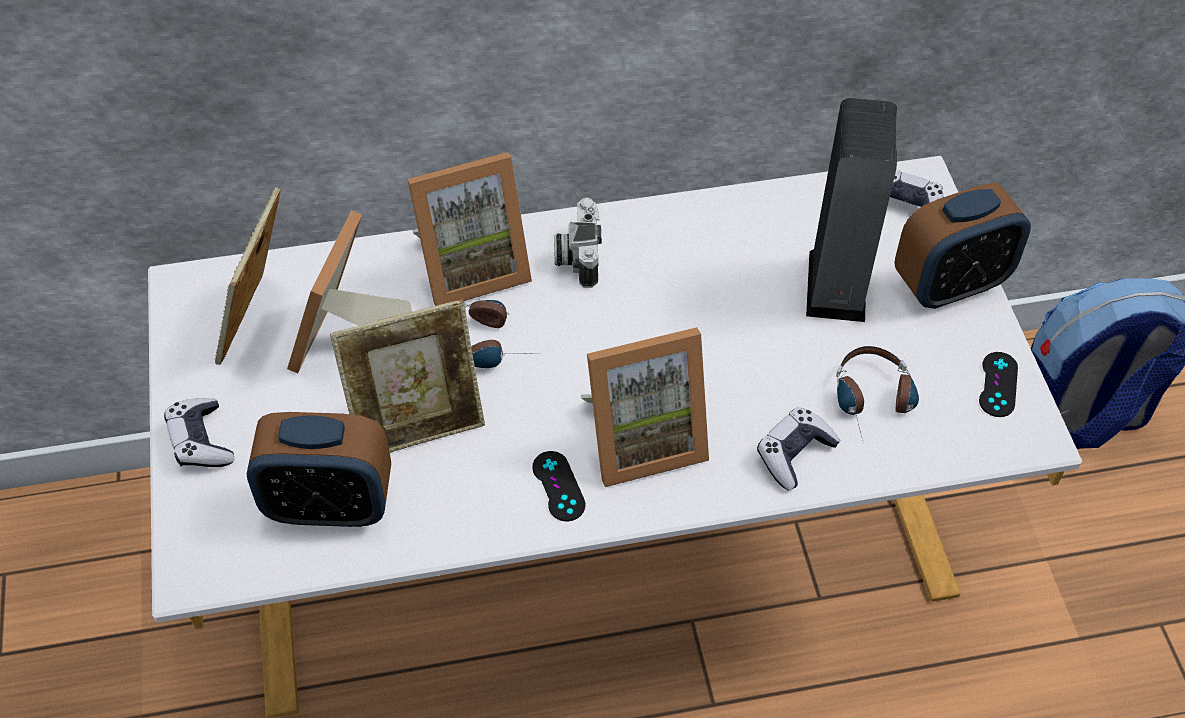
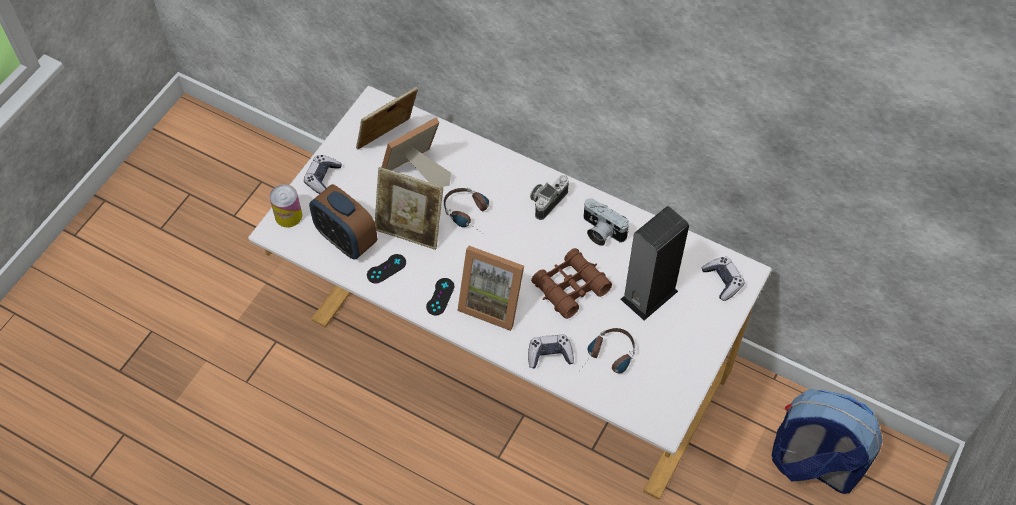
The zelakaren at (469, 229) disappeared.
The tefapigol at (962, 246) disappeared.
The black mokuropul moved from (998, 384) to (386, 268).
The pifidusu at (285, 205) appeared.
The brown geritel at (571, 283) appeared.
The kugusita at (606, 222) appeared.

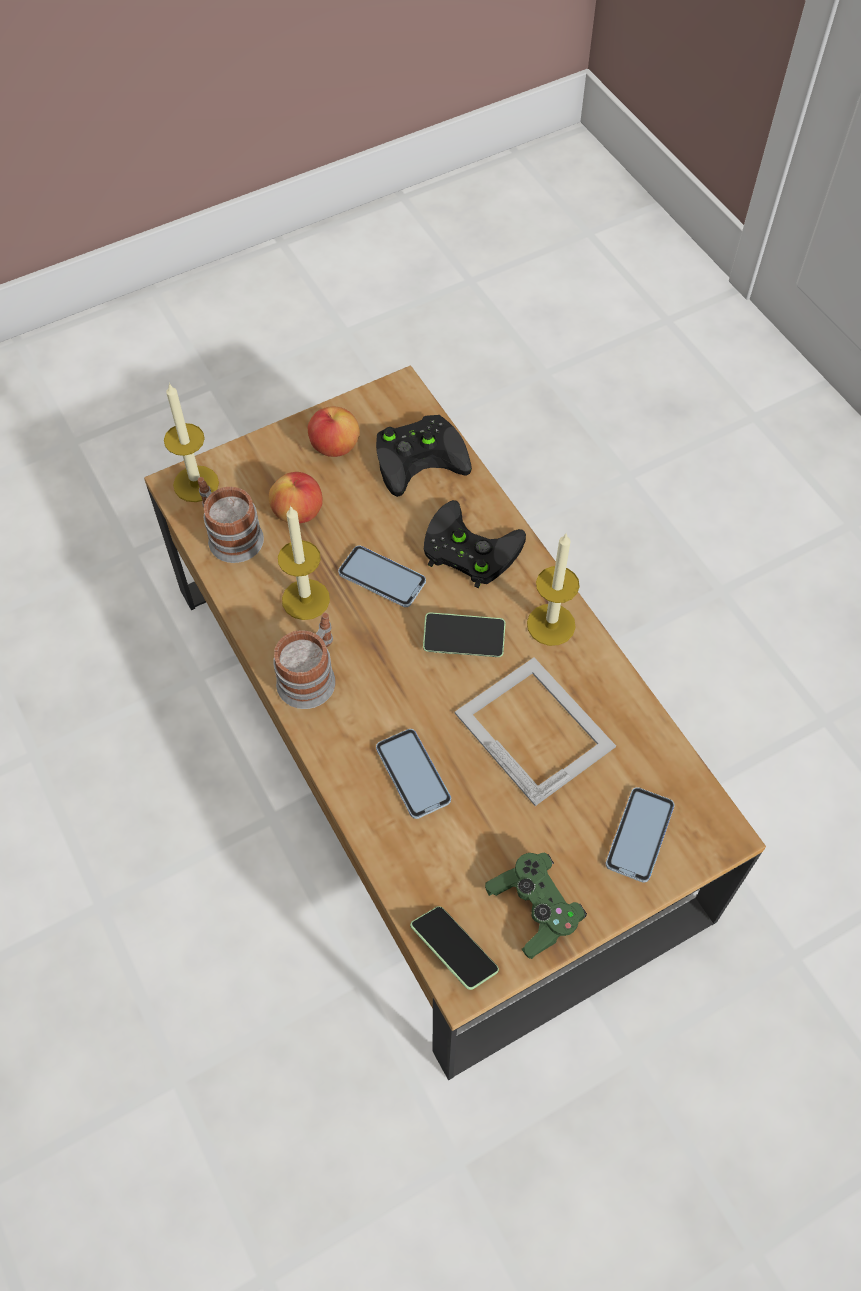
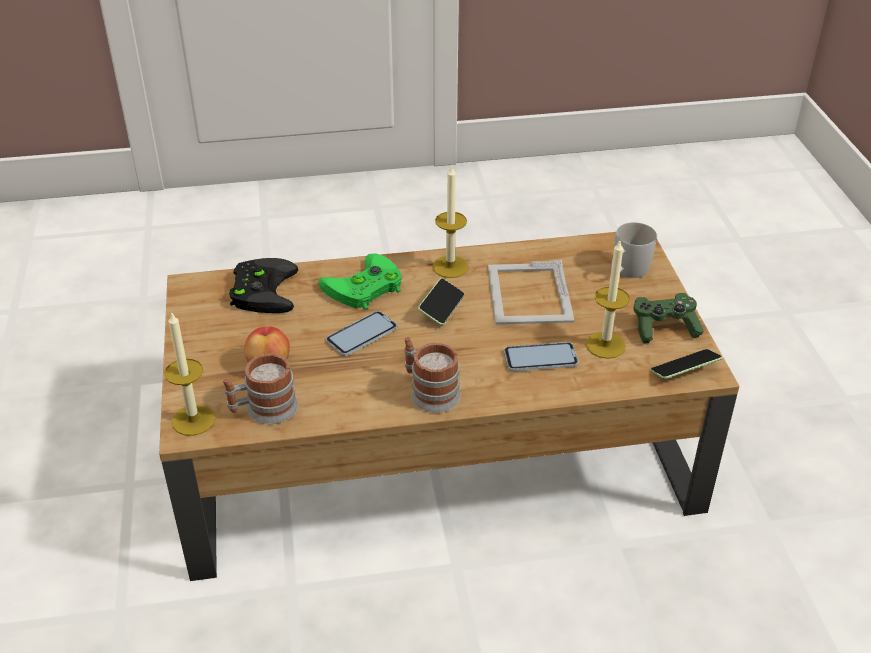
The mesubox moved from (304, 562) to (608, 300).
The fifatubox at (334, 431) disappeared.
The black mokuropul at (475, 544) became the green mokuropul at (360, 281).
The zelakaren at (535, 732) turned 75 degrees counterclockwise.
The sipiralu at (640, 835) was replaced by the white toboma at (634, 250).

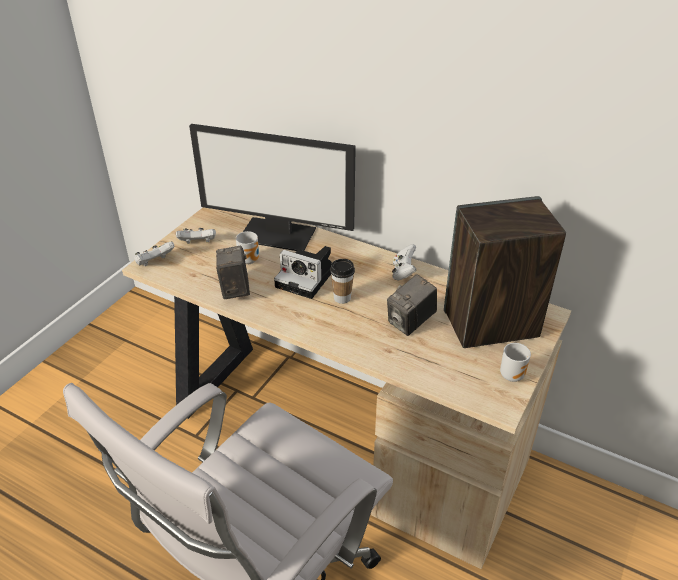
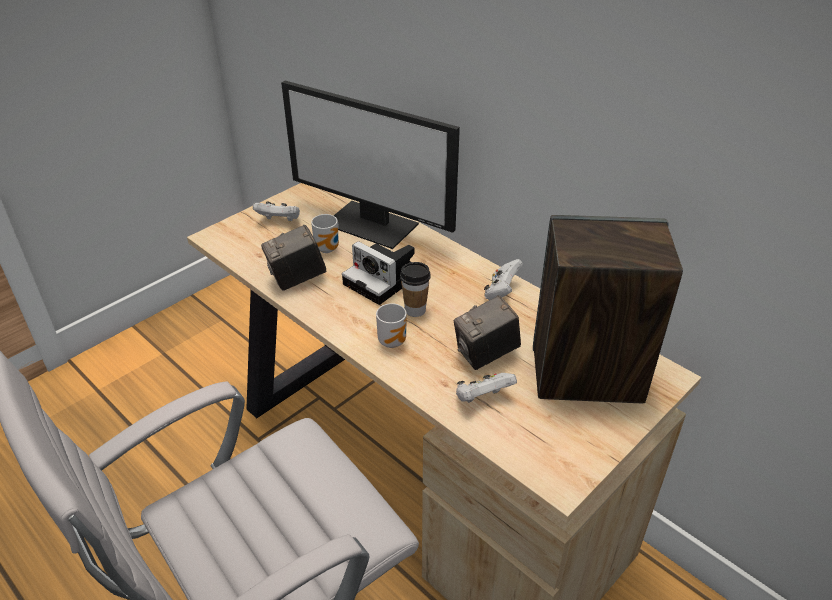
The white mokuropul moved from (155, 254) to (486, 388).
The kugusita at (233, 272) turned 120 degrees counterclockwise.
The toboma moved from (515, 362) to (391, 325).

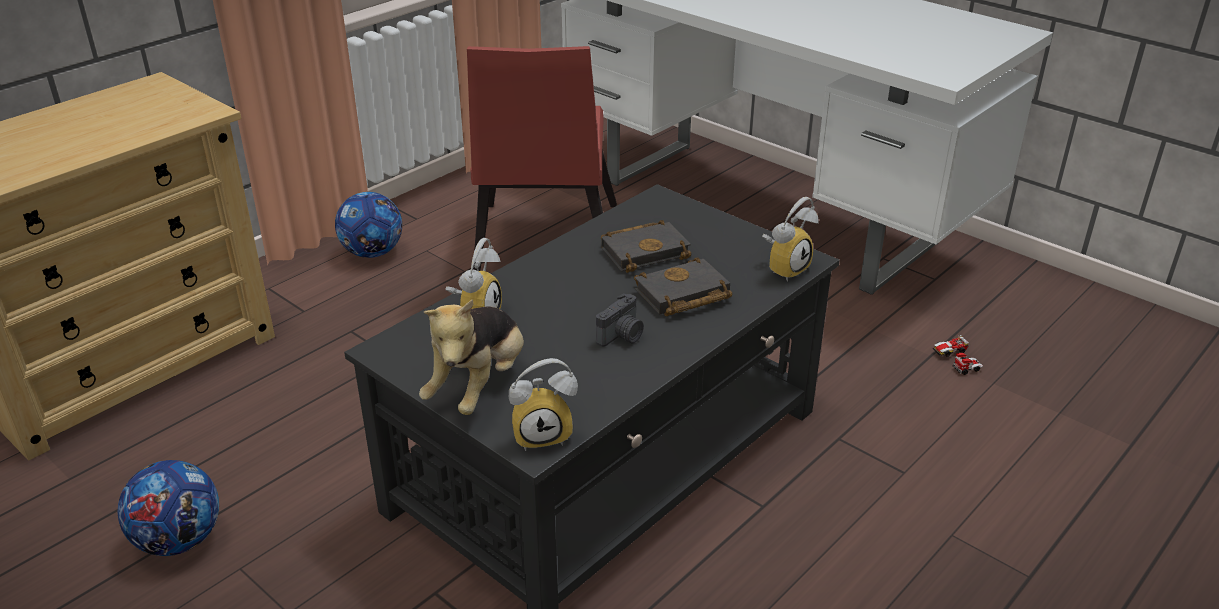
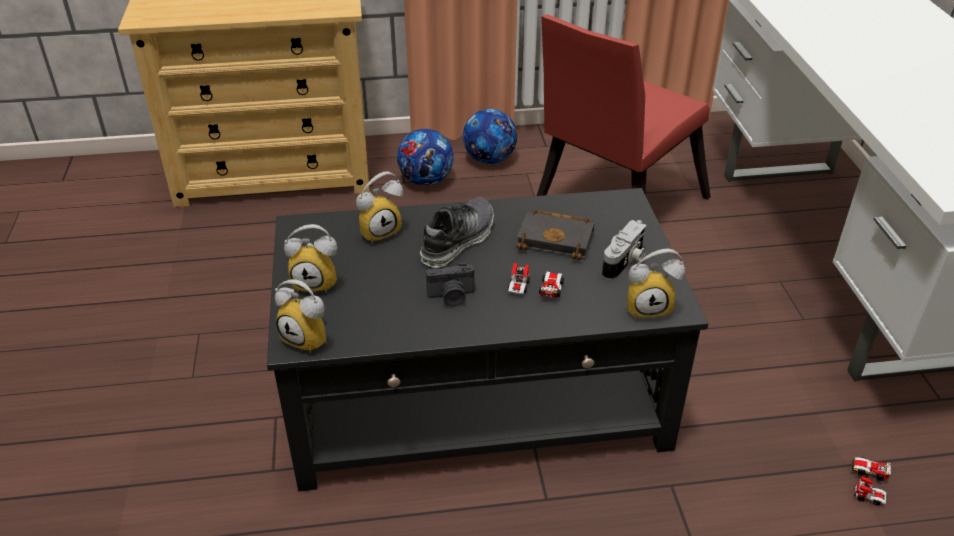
The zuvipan moved from (168, 508) to (425, 157).
The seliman at (471, 357) was replaced by the tefapigol at (311, 258).
The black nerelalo at (683, 286) was replaced by the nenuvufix at (536, 280).
The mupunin at (457, 232) appeared.
The kugusita at (624, 250) appeared.

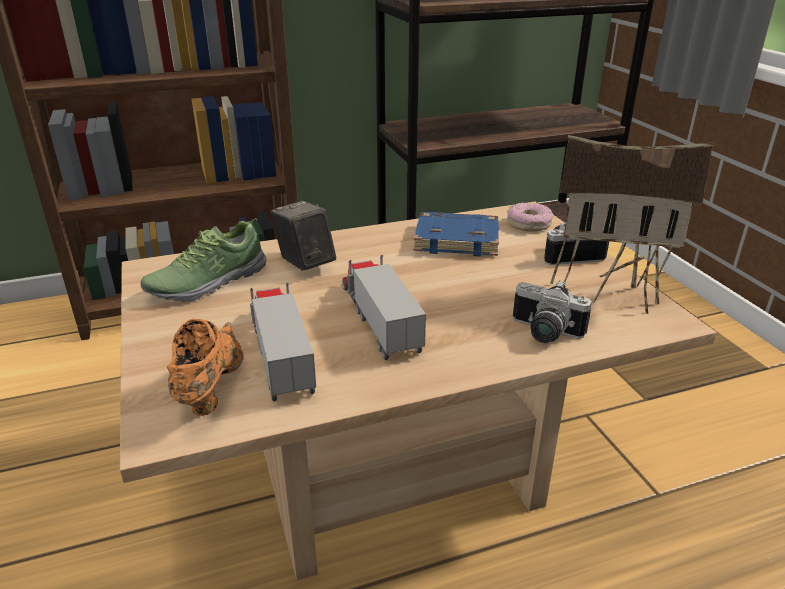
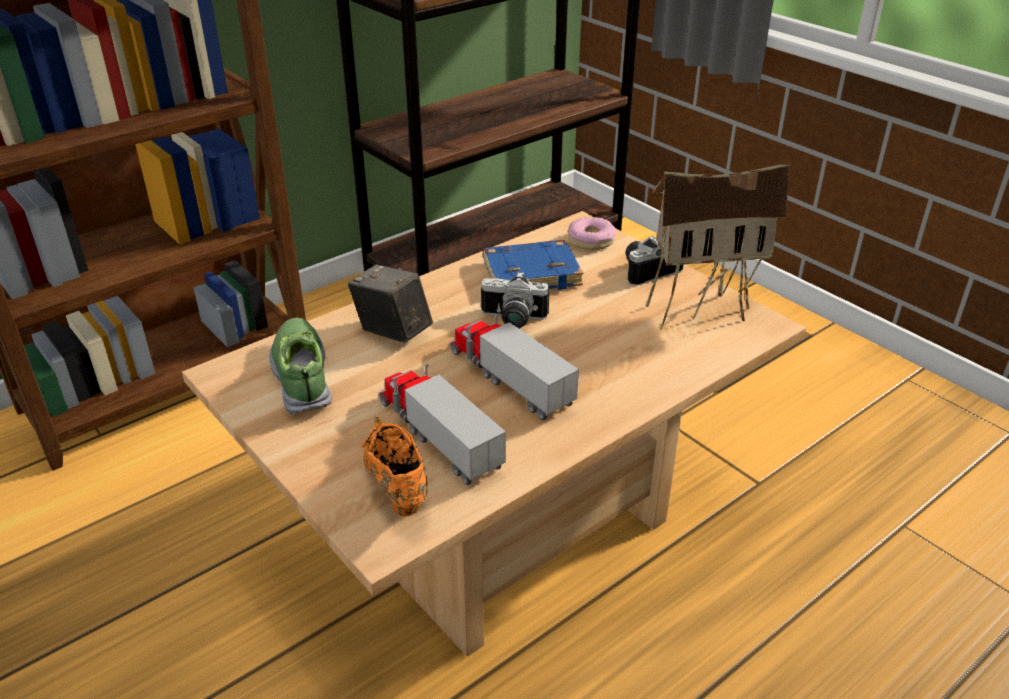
The mupunin at (203, 260) turned 135 degrees clockwise.
The kugusita moved from (552, 311) to (515, 300).

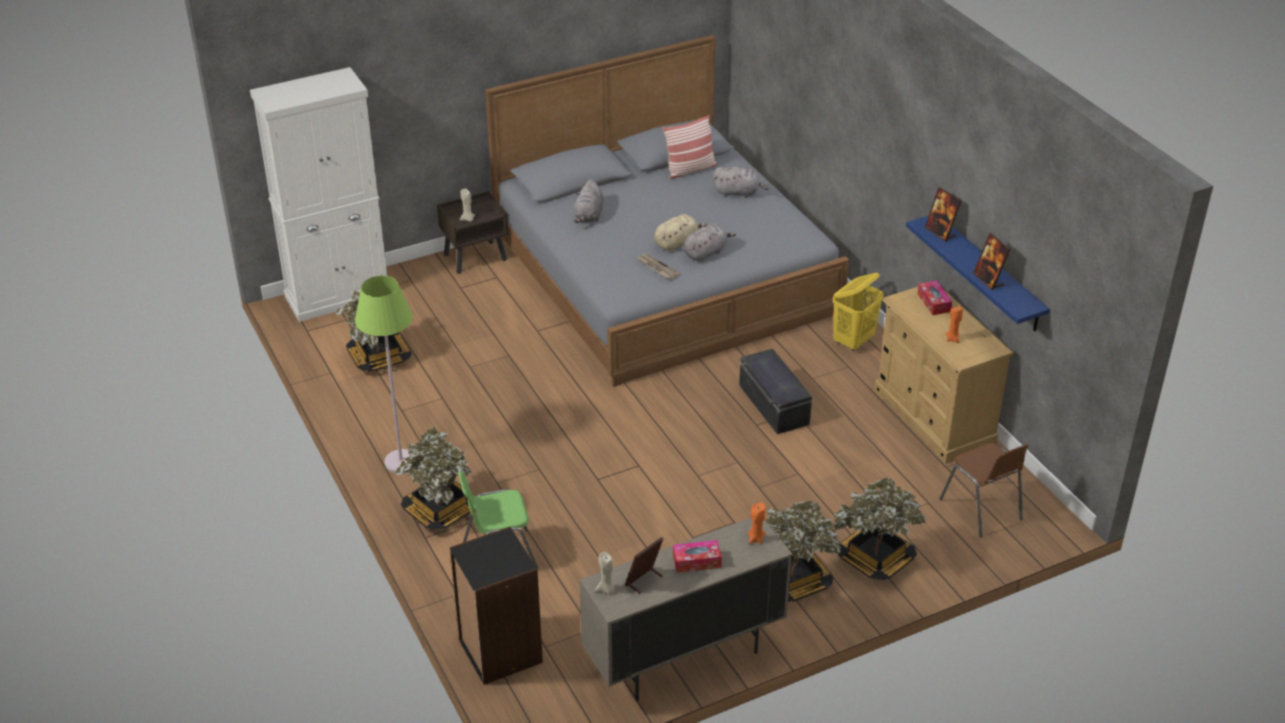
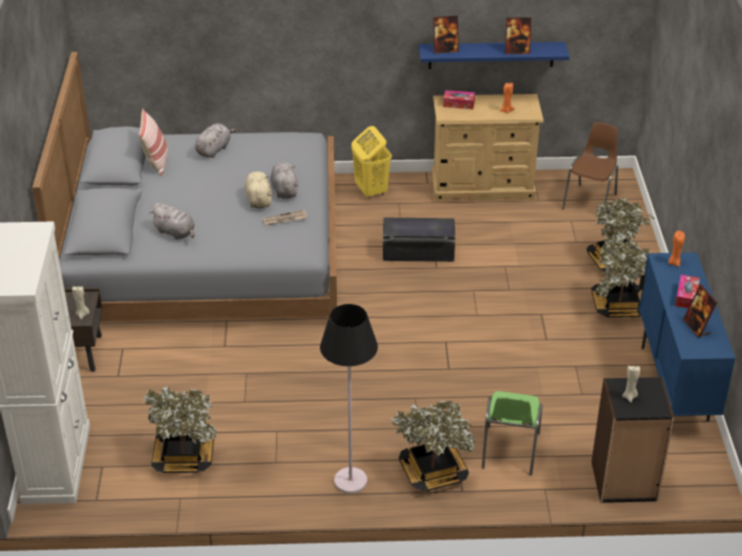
The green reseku at (384, 374) became the black reseku at (349, 399).
The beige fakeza at (685, 609) became the blue fakeza at (687, 337).
The beige mesubox moved from (606, 573) to (631, 384).
The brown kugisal at (984, 490) turned 60 degrees counterclockwise.

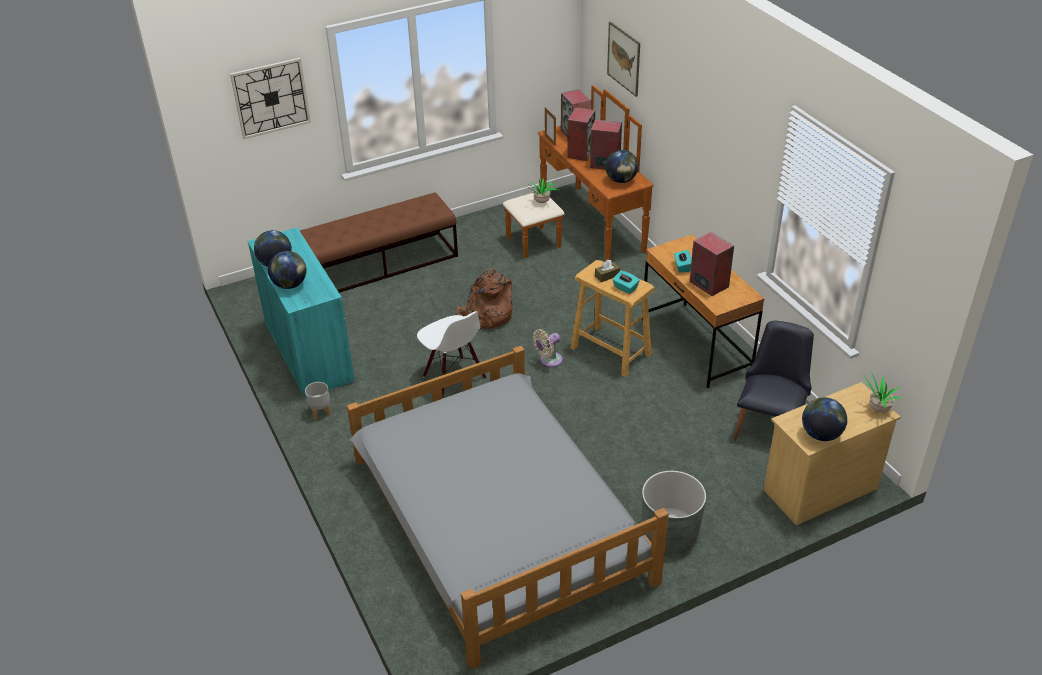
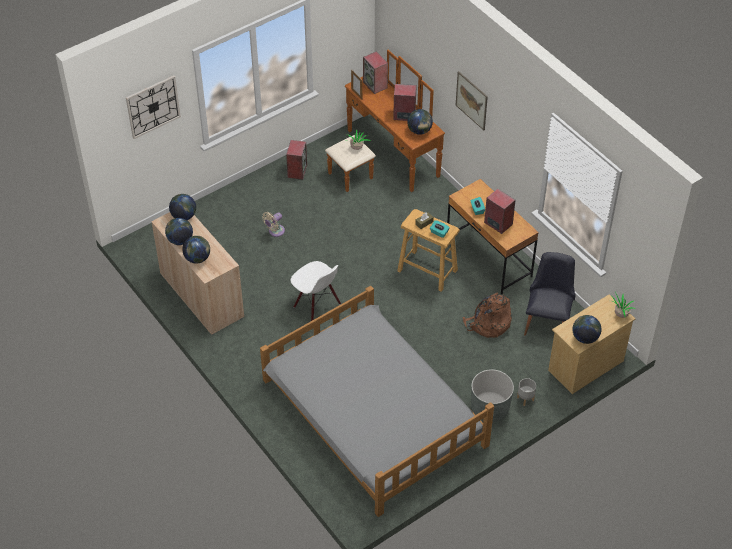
The turquoise fakeza at (301, 312) became the beige fakeza at (197, 273).
The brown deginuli at (379, 242) disappeared.
The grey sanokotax moved from (318, 401) to (526, 392).
The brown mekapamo moved from (485, 298) to (487, 315).
The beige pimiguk moved from (548, 348) to (273, 224).
The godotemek moved from (581, 134) to (296, 160).
The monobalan moved from (623, 59) to (472, 100).
The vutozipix at (182, 207) appeared.

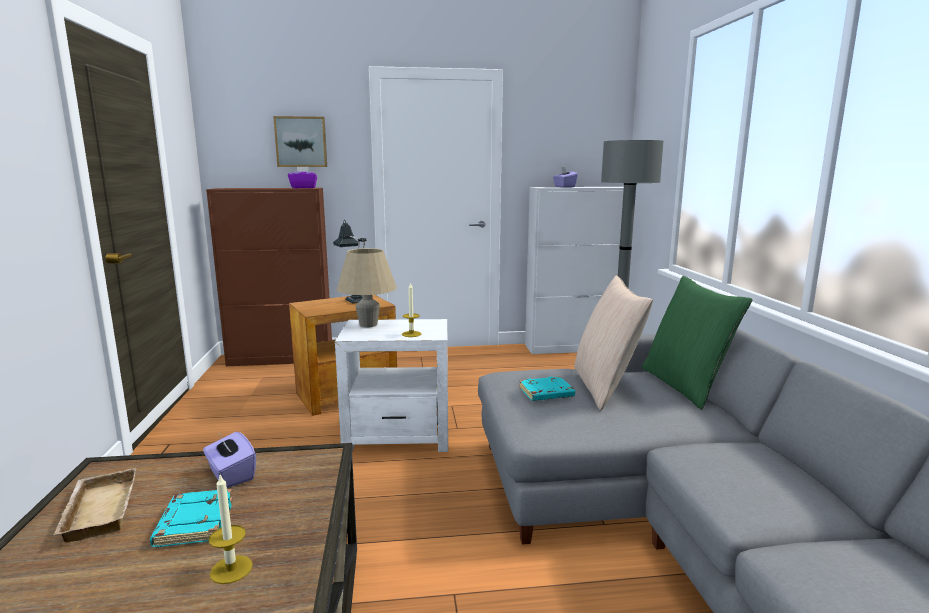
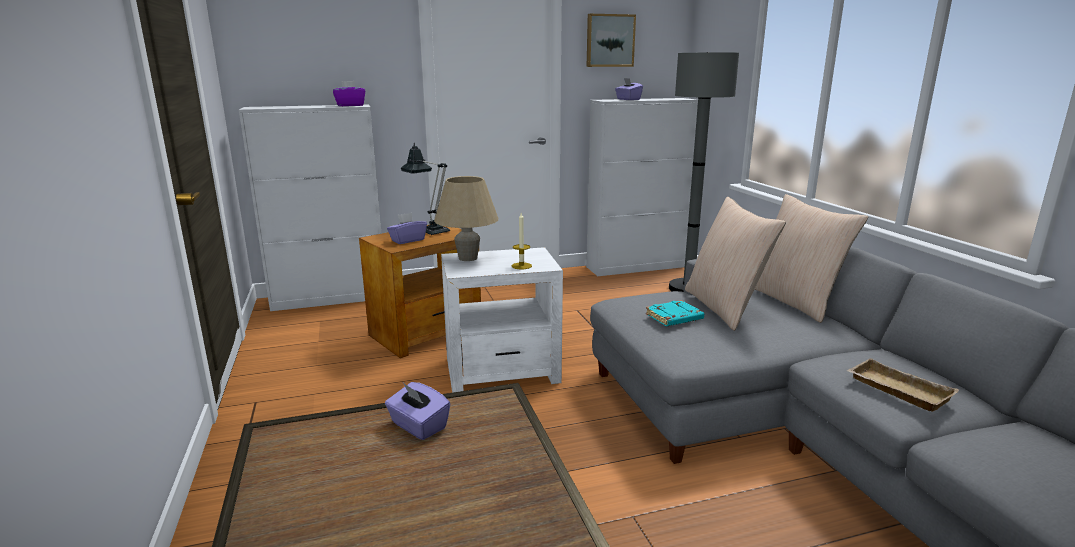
The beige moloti moved from (94, 505) to (903, 385).
The turquoise nerelalo at (191, 518) disappeared.
The brown fakeza at (269, 277) became the white fakeza at (310, 207).
The mesubox at (231, 529) disappeared.
The monobalan moved from (300, 141) to (611, 40).
The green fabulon at (697, 343) became the beige fabulon at (812, 258).
The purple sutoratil at (407, 228) appeared.

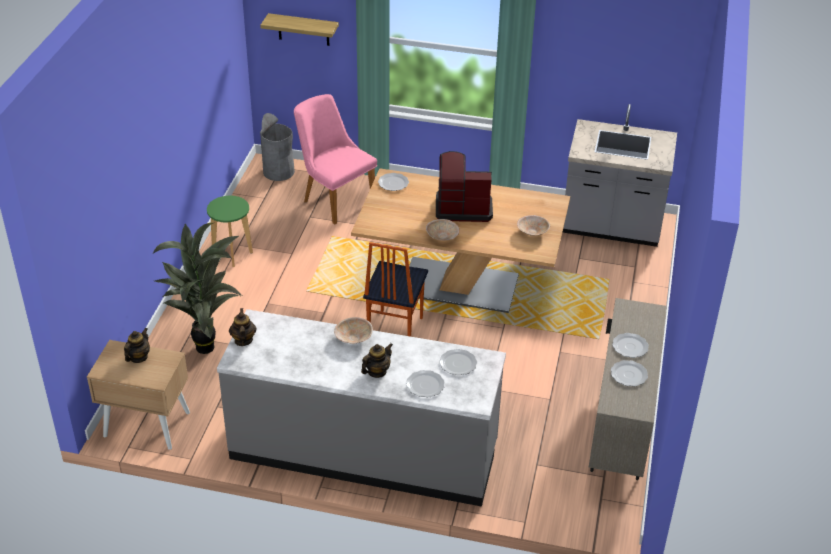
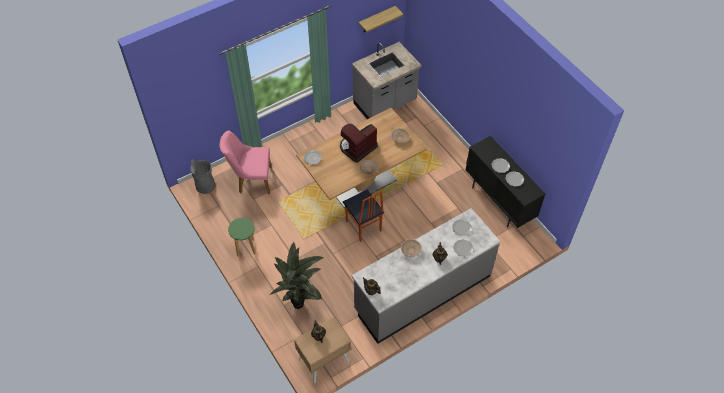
The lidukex moved from (299, 29) to (381, 19).
The beige fakeza at (628, 389) became the black fakeza at (505, 182).

